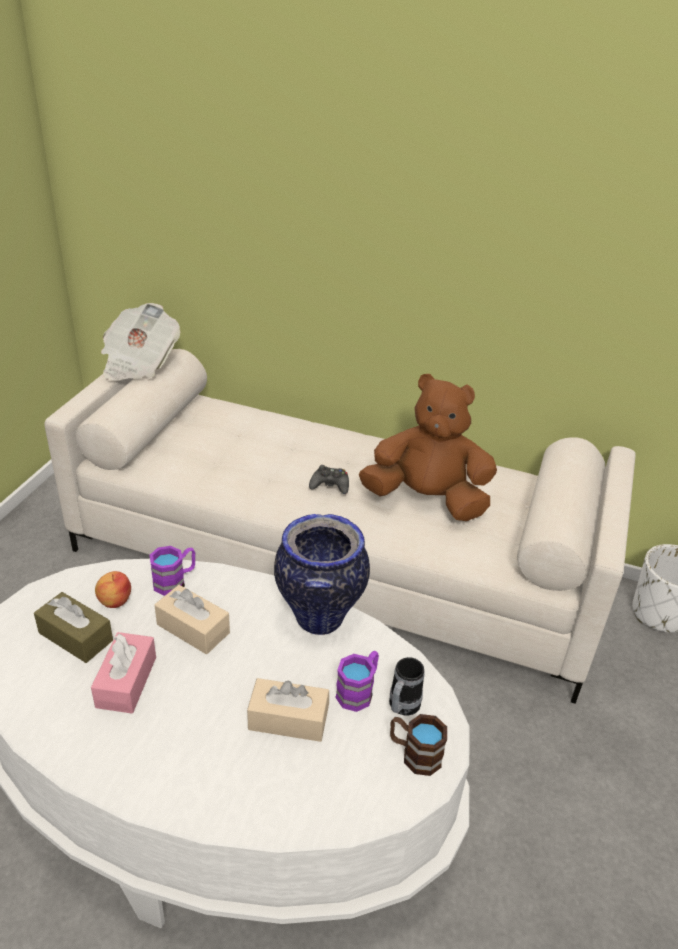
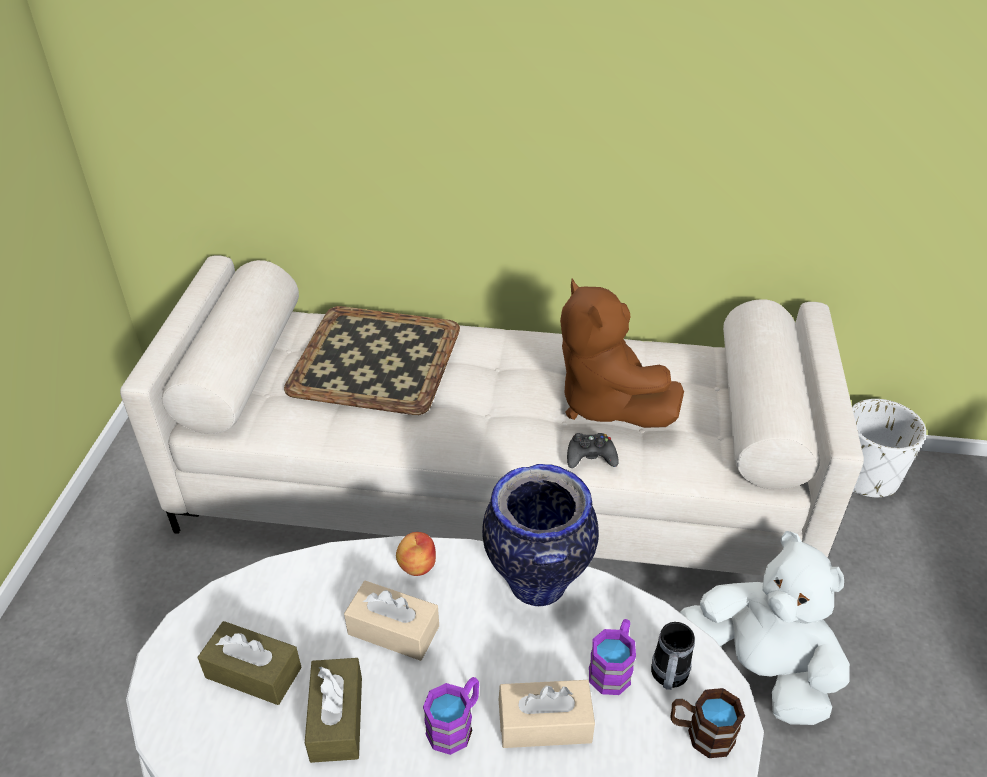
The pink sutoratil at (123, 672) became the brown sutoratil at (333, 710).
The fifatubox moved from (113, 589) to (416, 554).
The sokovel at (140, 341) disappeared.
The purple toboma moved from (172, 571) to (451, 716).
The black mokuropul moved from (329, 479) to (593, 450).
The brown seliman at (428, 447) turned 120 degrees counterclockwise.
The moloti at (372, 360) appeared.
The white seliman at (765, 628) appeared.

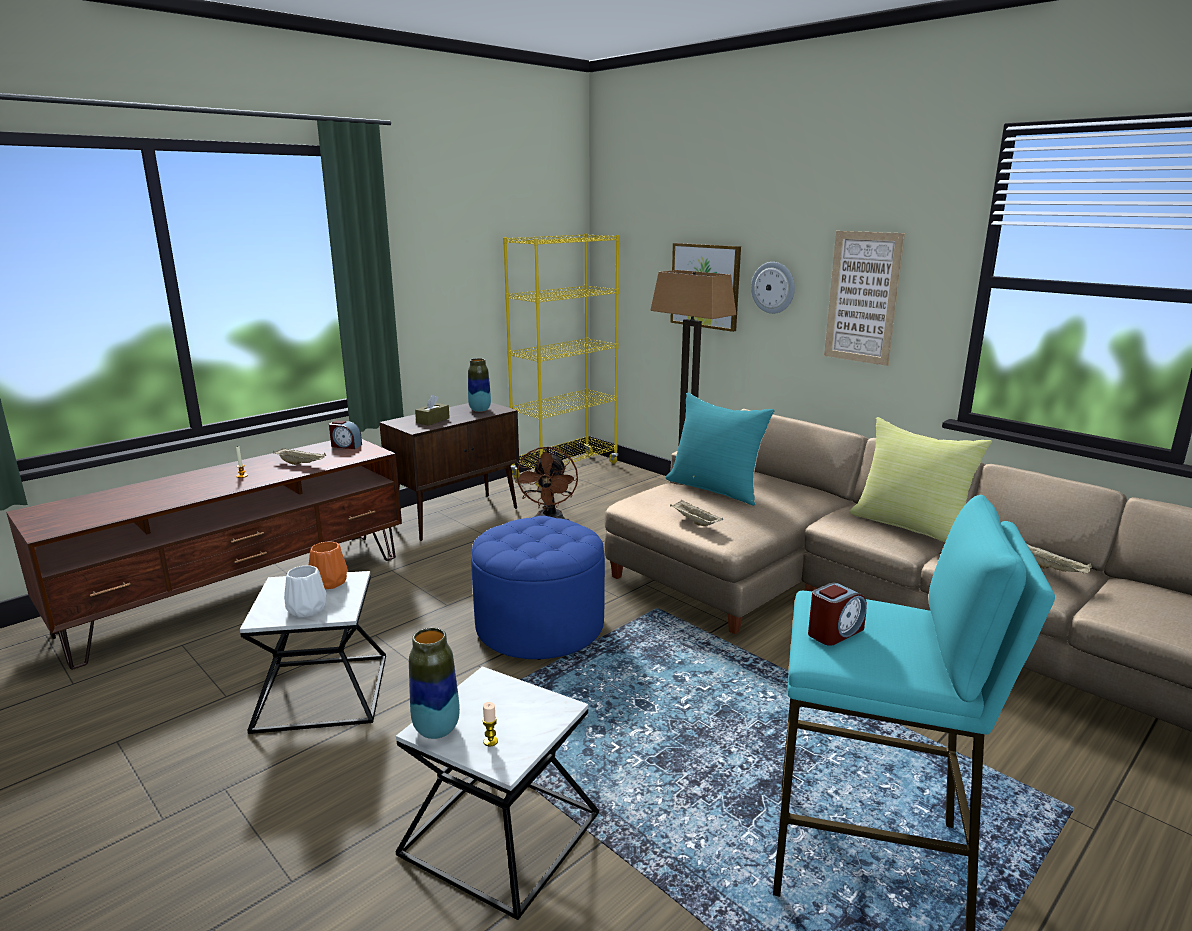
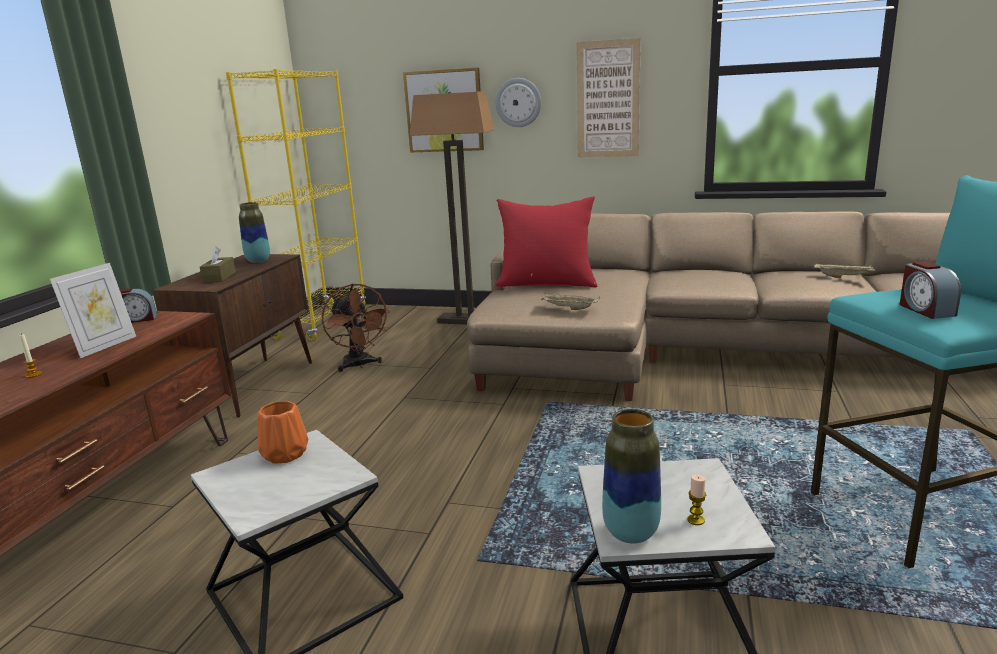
The beige moloti at (299, 456) was replaced by the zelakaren at (93, 310).
The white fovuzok at (305, 591) disappeared.
The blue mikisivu at (538, 588) disappeared.
The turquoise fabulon at (720, 449) became the red fabulon at (546, 242).
The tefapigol at (837, 614) turned 150 degrees clockwise.
The yellow fabulon at (920, 479) disappeared.

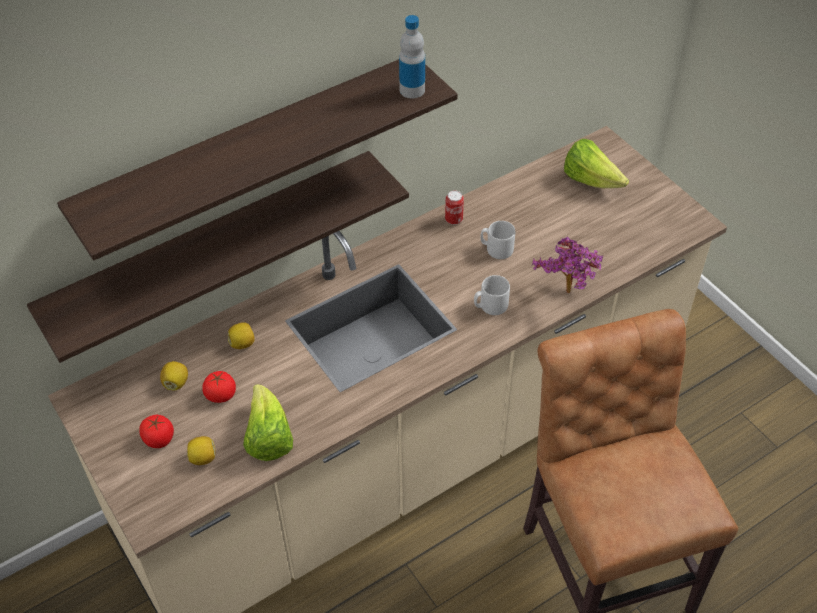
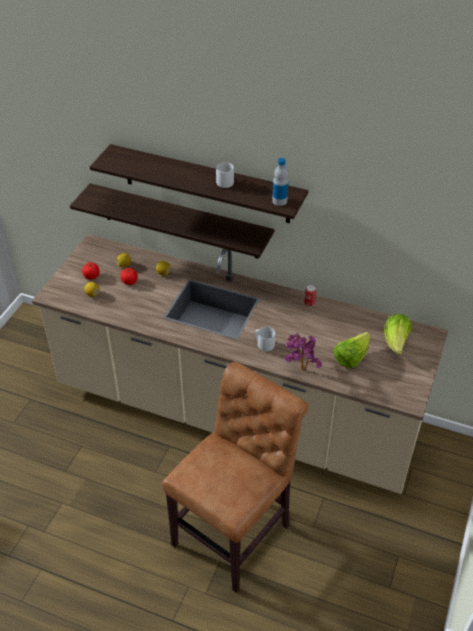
The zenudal moved from (268, 422) to (351, 350).
The grey toboma moved from (497, 240) to (225, 175).

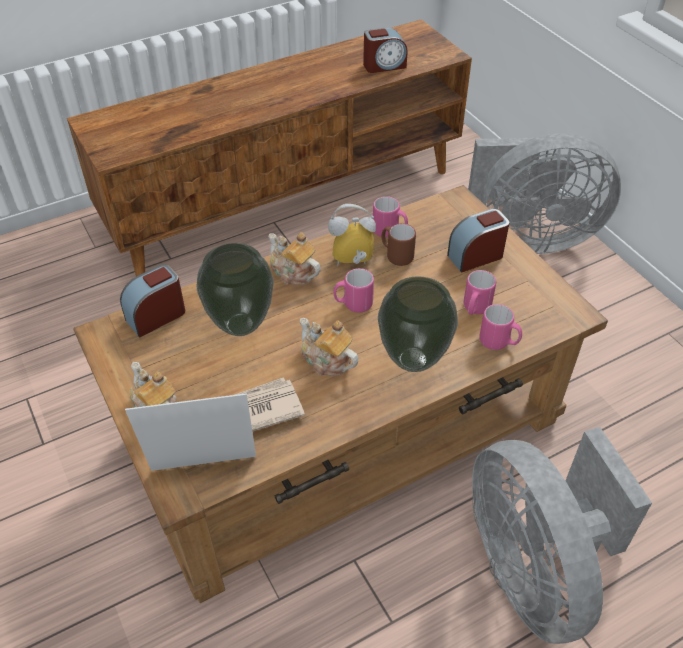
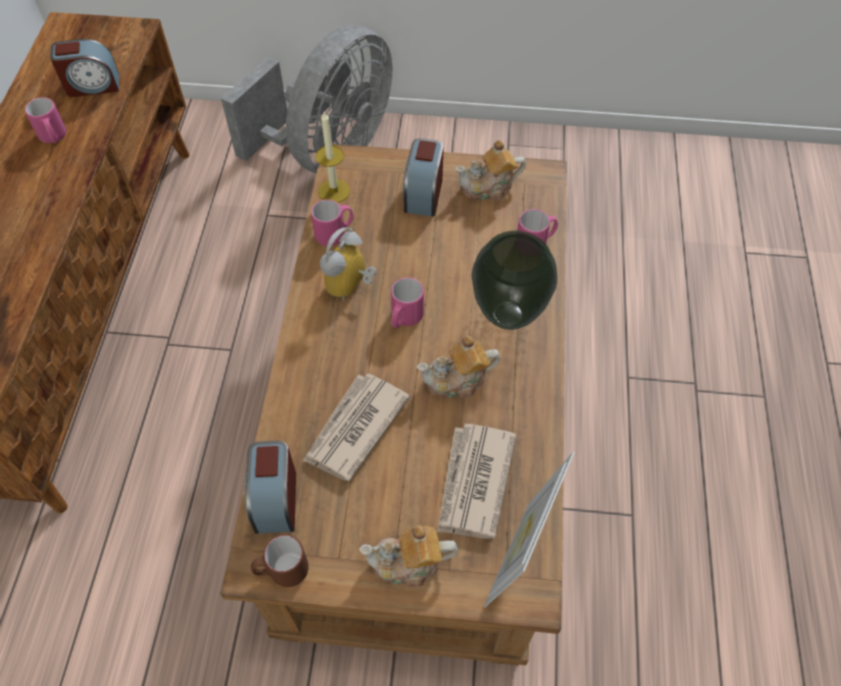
The fovuzok at (235, 289) was replaced by the sokovel at (356, 427).
The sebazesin moved from (294, 258) to (490, 170).
The tefapigol at (385, 50) turned 60 degrees clockwise.
The brown toboma moved from (398, 244) to (280, 561).
The pink toboma moved from (479, 292) to (45, 120).
The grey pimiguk at (562, 535) disappeared.
The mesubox at (332, 157) appeared.

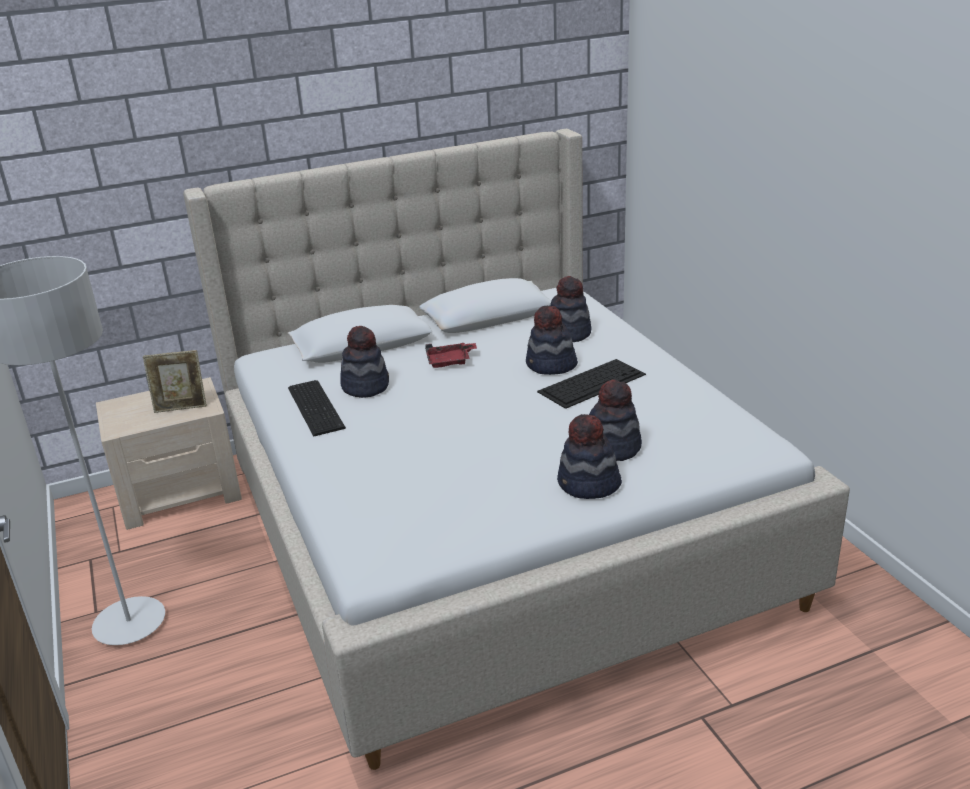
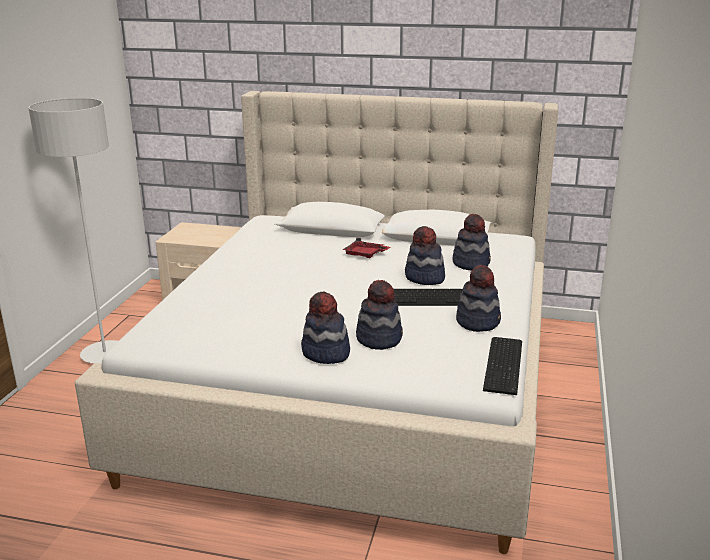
The zelakaren at (175, 381) disappeared.
The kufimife moved from (317, 408) to (502, 366).
The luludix moved from (364, 362) to (478, 298).

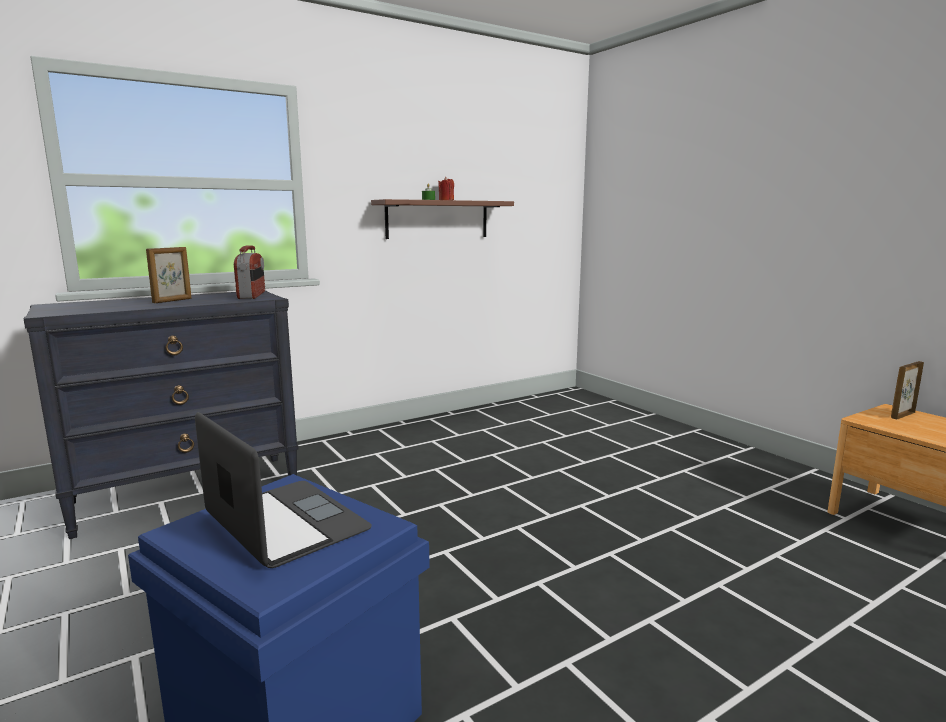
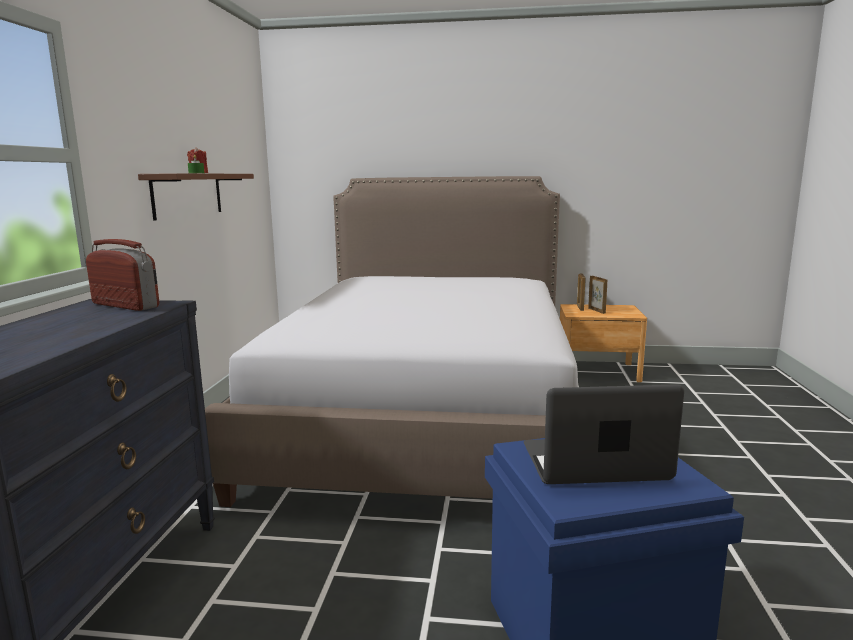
The zelakaren moved from (169, 275) to (597, 295).
The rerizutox at (391, 341) appeared.

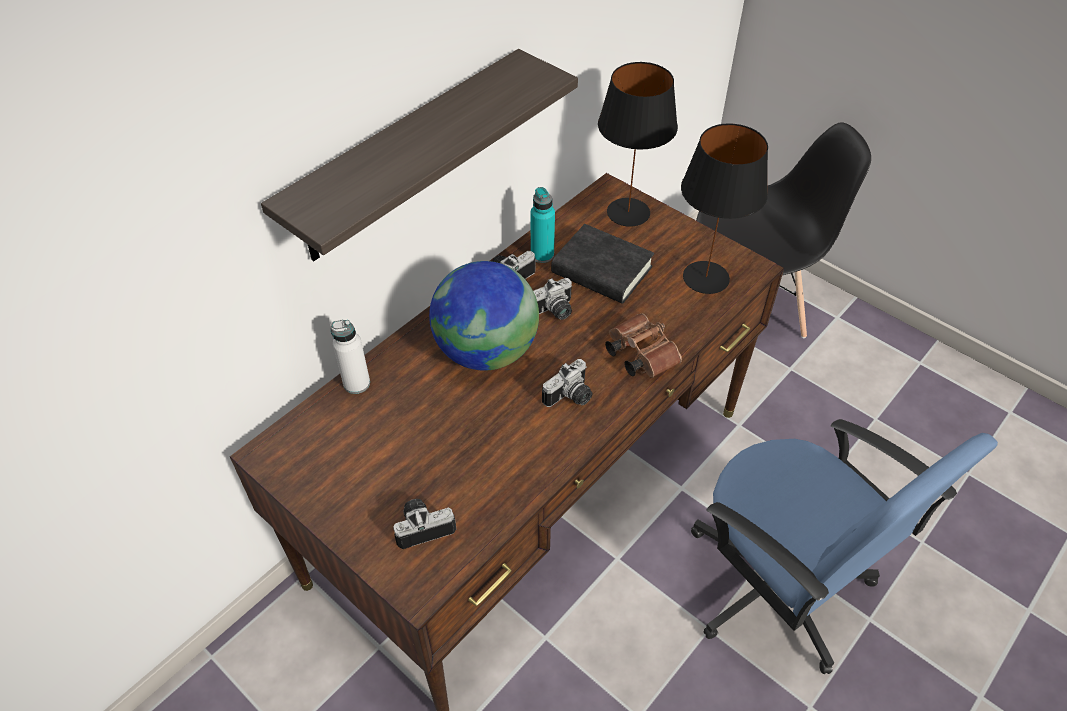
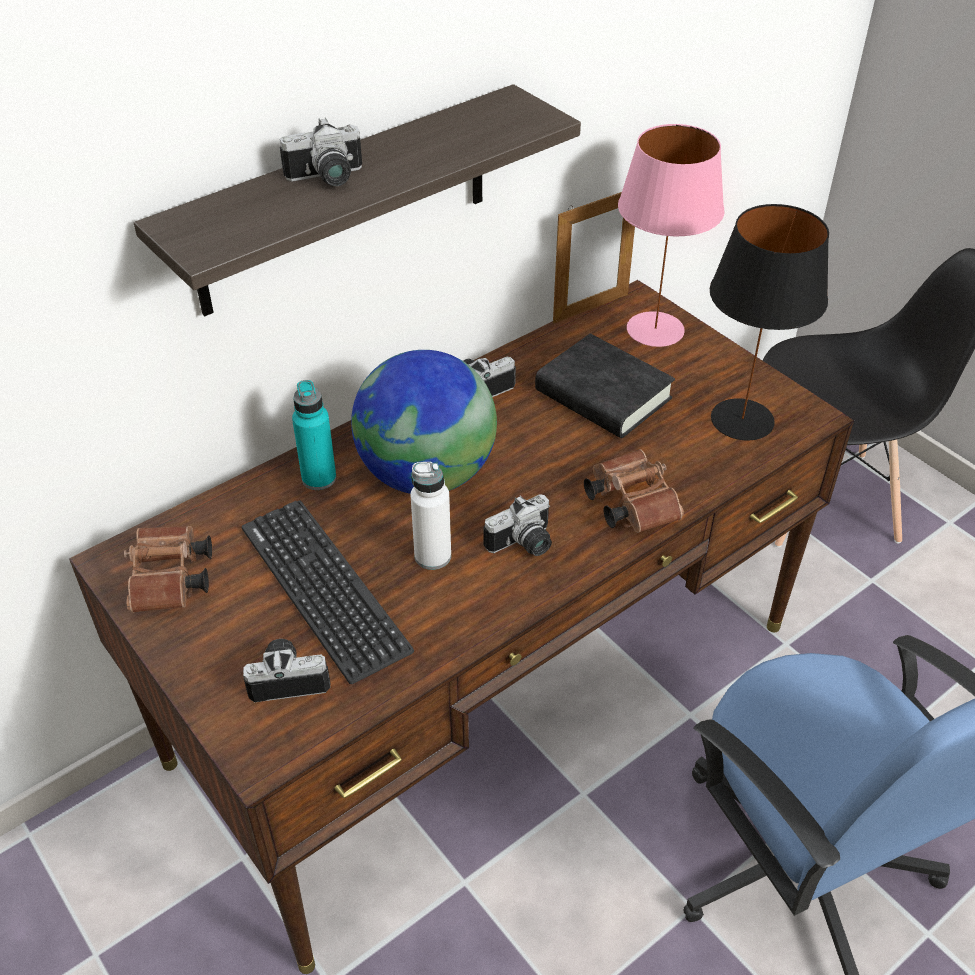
The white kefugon moved from (350, 356) to (430, 516).
The turquoise kefugon moved from (543, 225) to (314, 435).
The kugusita moved from (552, 299) to (321, 152).
The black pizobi at (638, 144) became the pink pizobi at (671, 235).
The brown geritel at (168, 569) appeared.
The kufimife at (328, 592) appeared.
The zelakaren at (594, 257) appeared.

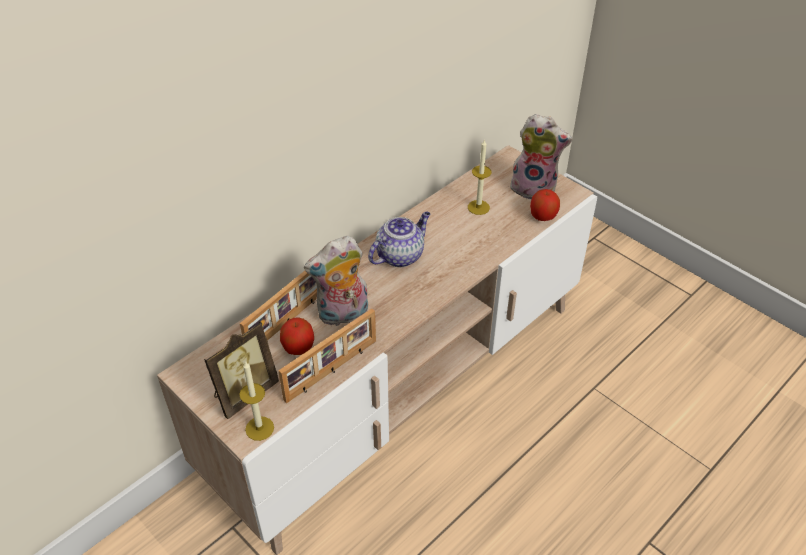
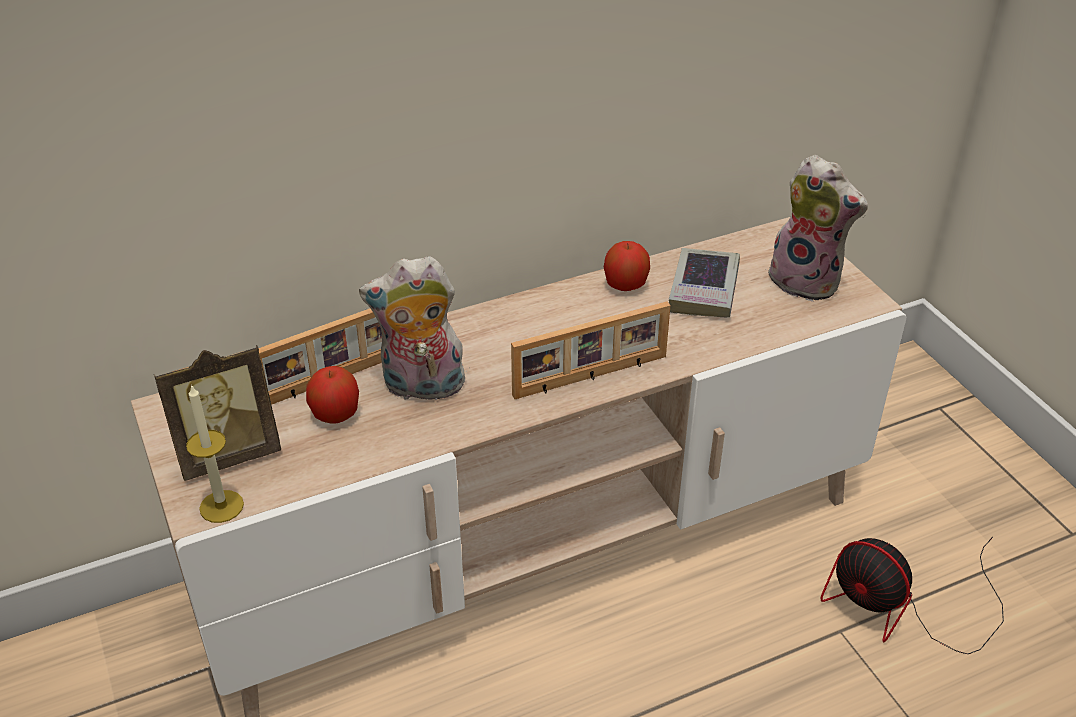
The zelakaren moved from (327, 355) to (591, 350).
The sebazesin at (399, 239) disappeared.
The mesubox at (479, 177) was replaced by the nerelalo at (704, 282).
The fifatubox moved from (545, 205) to (627, 266).
The pimiguk at (912, 595) appeared.

